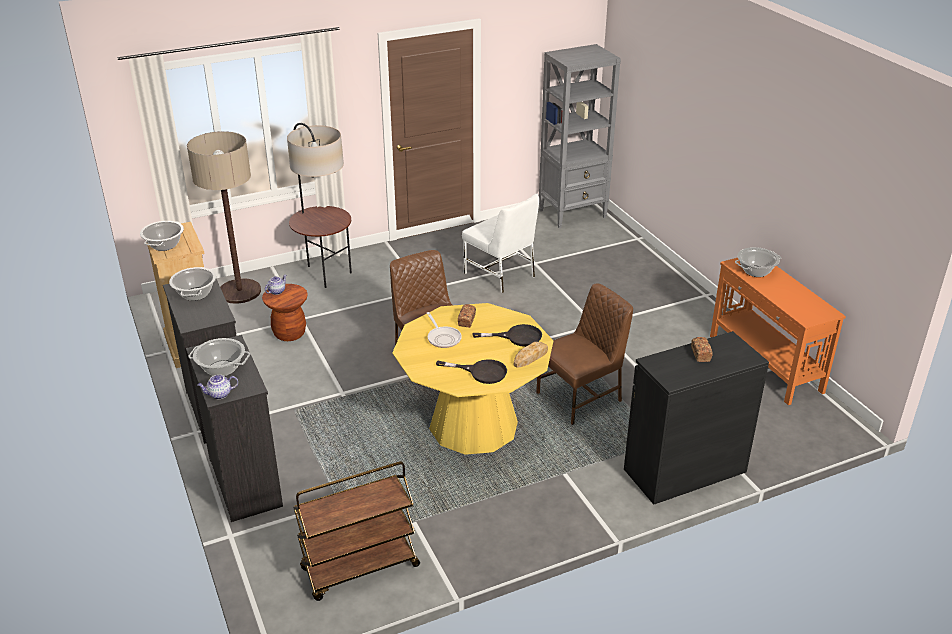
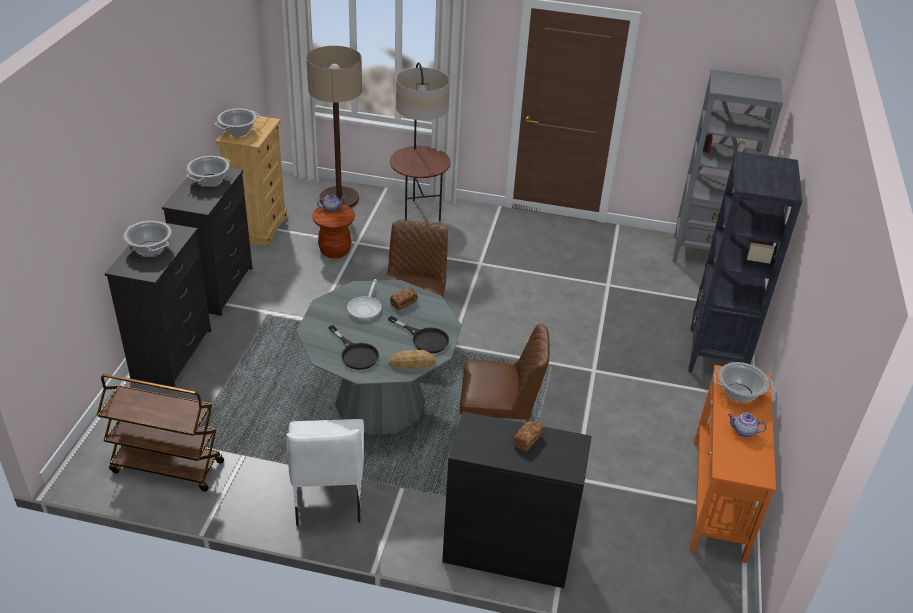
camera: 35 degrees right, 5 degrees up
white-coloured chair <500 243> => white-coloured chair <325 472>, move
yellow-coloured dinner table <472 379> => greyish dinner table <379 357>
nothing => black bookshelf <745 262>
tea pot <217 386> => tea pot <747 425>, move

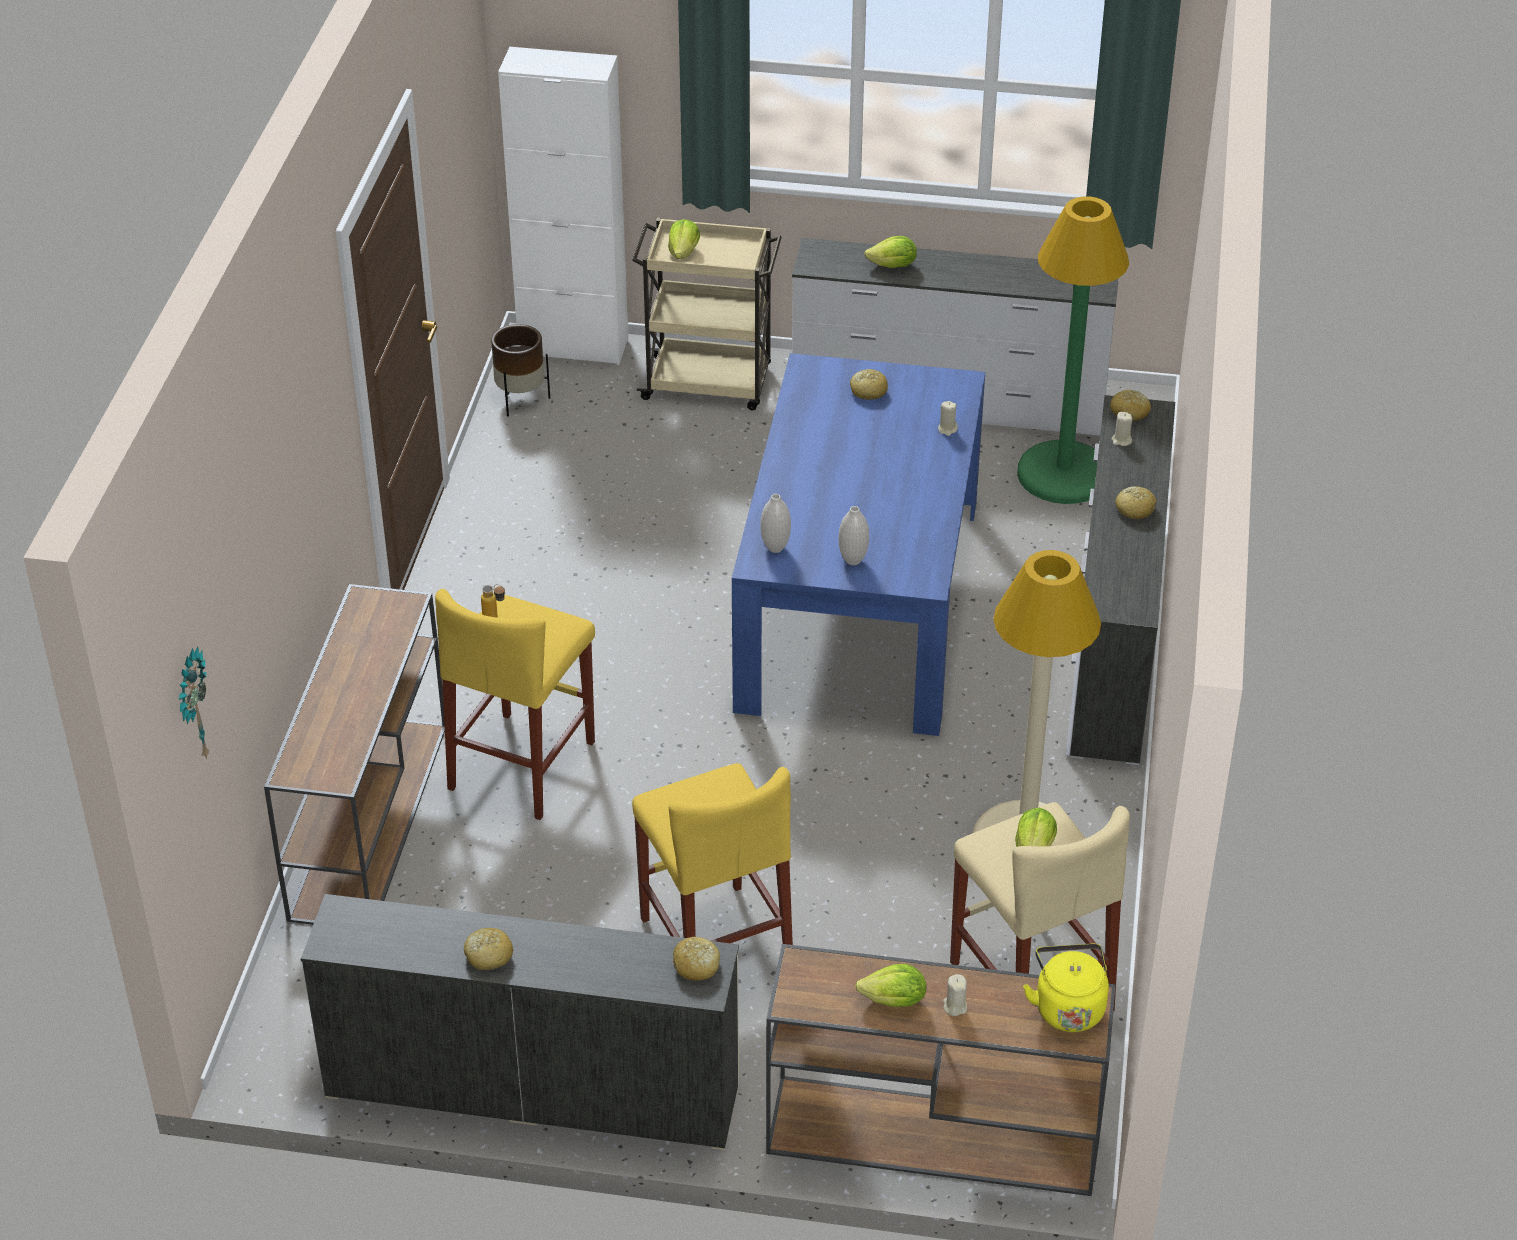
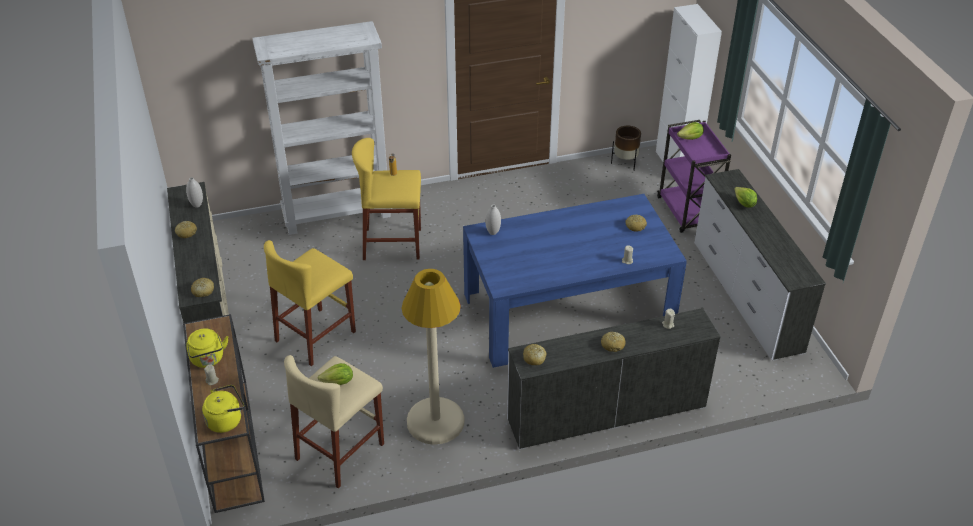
camera: 65 degrees right, 0 degrees up
white-coloured flower vase <854 535> => white-coloured flower vase <194 192>, move
lettuce <890 985> => yellow-coloured kettle <207 348>
brown narrow table <354 754> => white-coloured bookshelf <322 128>
bakery bread <1130 405> => bakery bread <534 354>, move
beige-coloured wheeled cart <707 314> => purple-coloured wheeled cart <694 176>
hanging clock <194 703> => nothing
greenish floor lamp <1073 350> => nothing

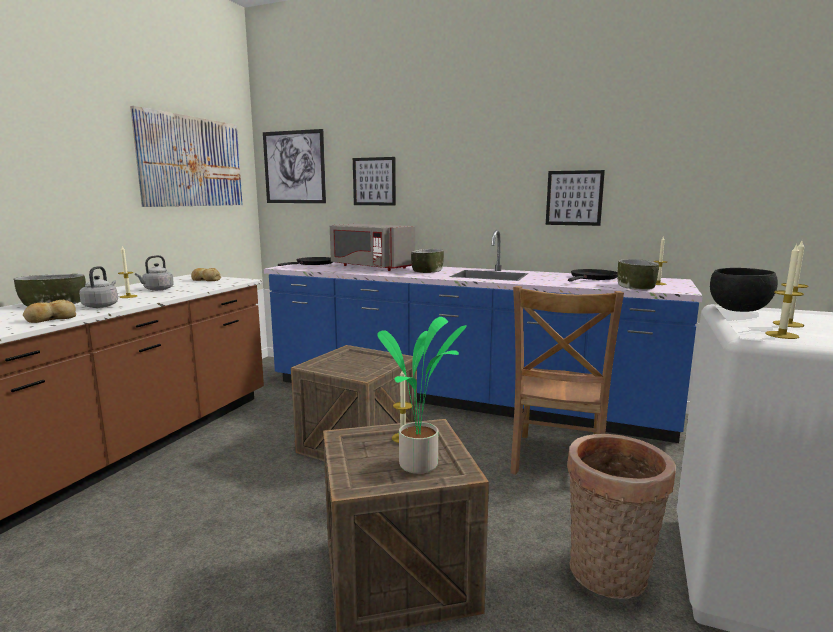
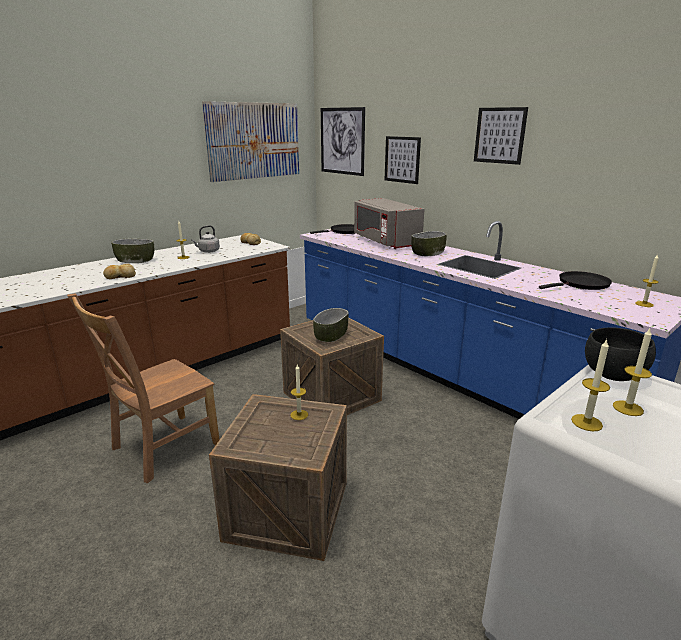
camera: 25 degrees right, 10 degrees up
brown chair <567 380> => brown chair <143 388>, move
bowl <638 274> => bowl <331 325>, move
picture <575 198> => picture <501 136>, move
greyish kettle <98 287> => nothing
houseplant <422 395> => nothing
basket <621 516> => nothing

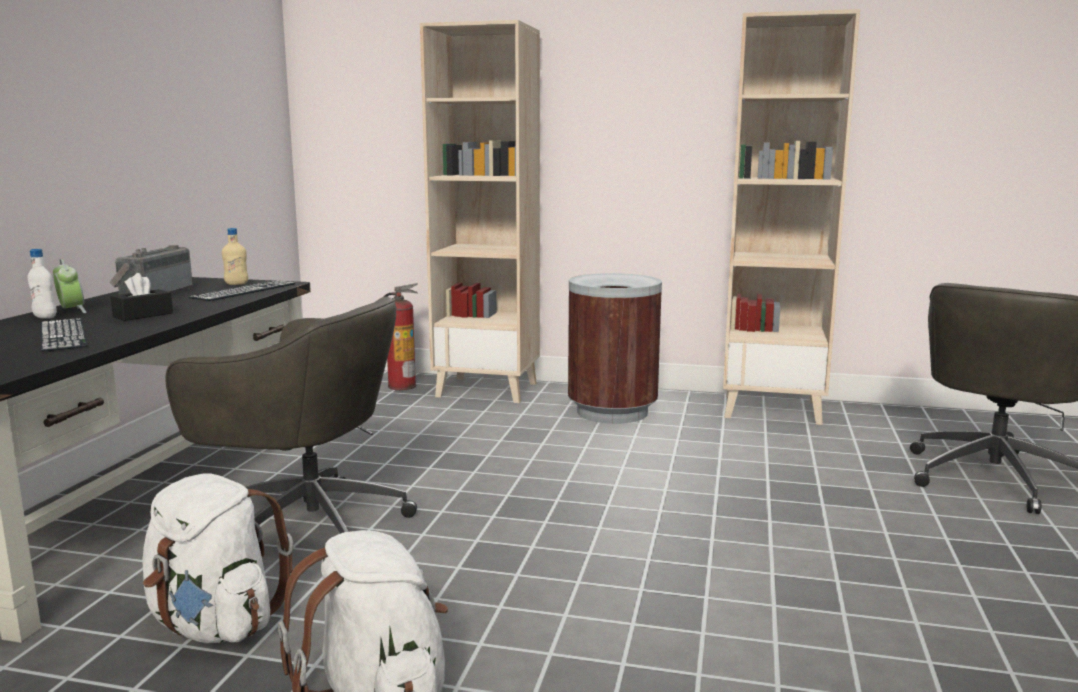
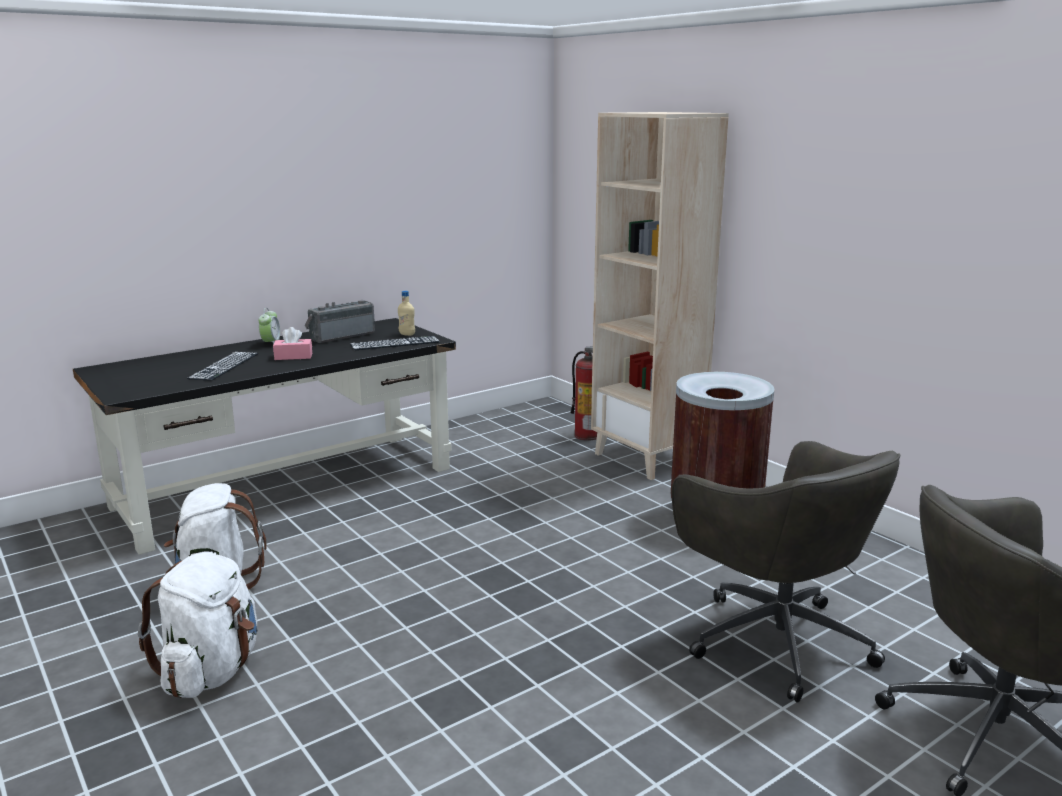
camera: 40 degrees right, 5 degrees up
black tissue box <141 297> => pink tissue box <292 343>
greyish office chair <291 415> => greyish office chair <786 572>, move
white-coloured bottle <42 284> => nothing
beige-coloured bookshelf <791 217> => nothing

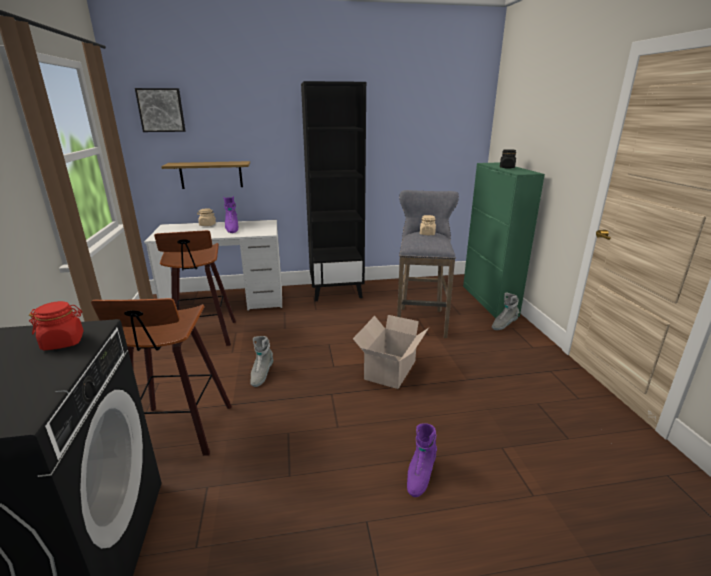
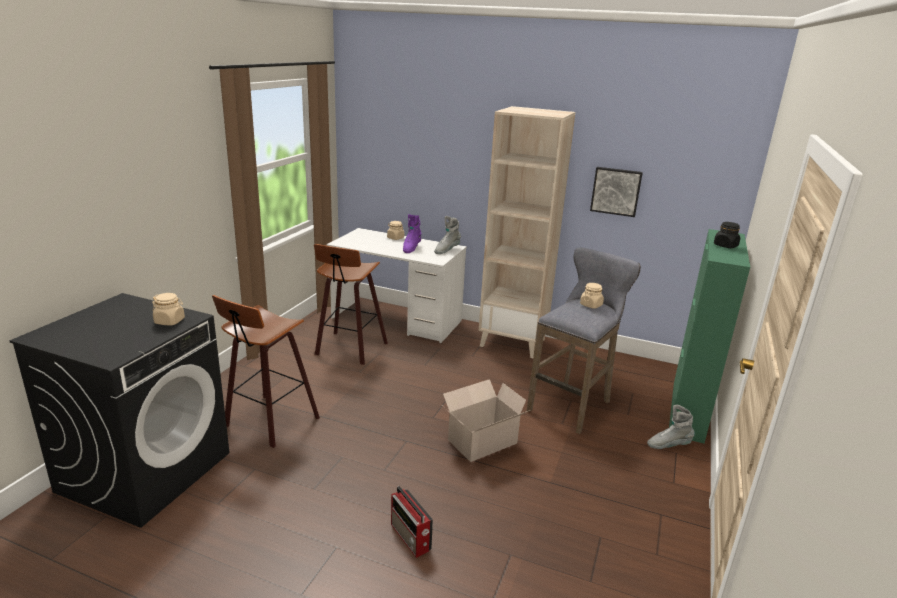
camera: 30 degrees right, 0 degrees up
red jar <56 325> => beige-coloured jar <168 309>
purple-coloured tall boot <422 460> => radio <412 522>
greyish tall boot <261 361> => greyish tall boot <447 235>, move
black bookshelf <333 191> => beige-coloured bookshelf <527 232>
picture <160 110> => picture <616 192>, move
shelf <205 175> => nothing

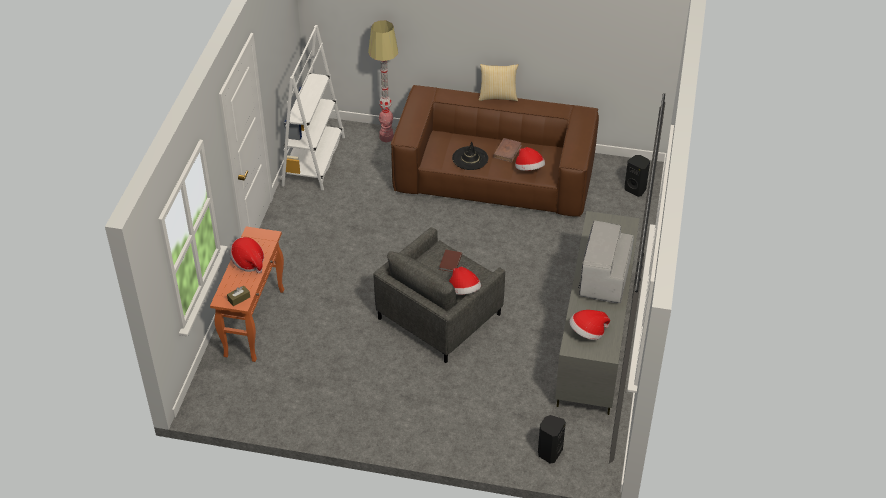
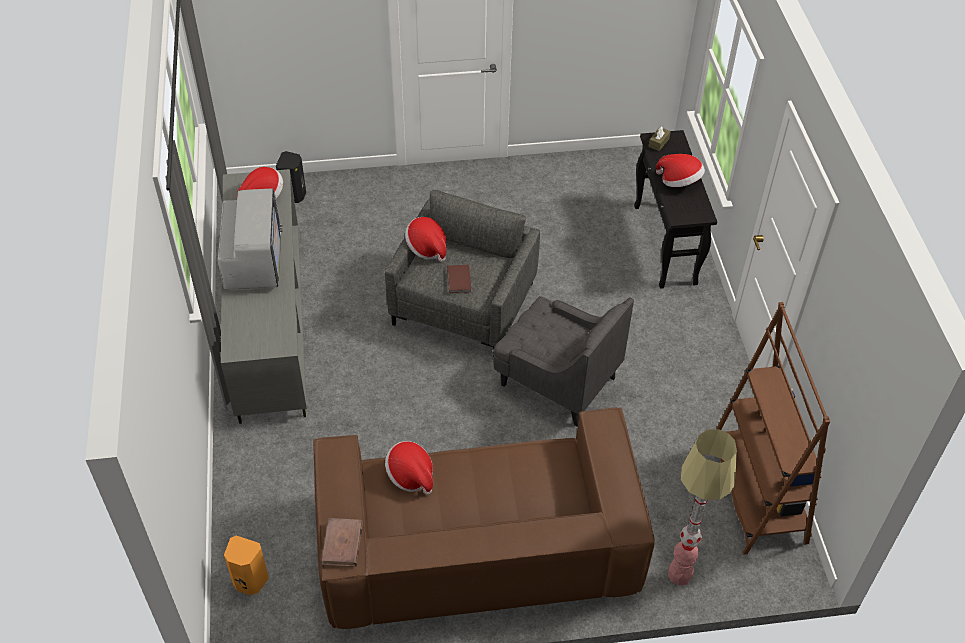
camera: 160 degrees right, 5 degrees up
black audio speaker <637 176> => orange audio speaker <246 565>
brown volume <507 150> => brown volume <342 542>, move
nothing => greyish armchair <563 361>
orange narrow table <247 294> => black narrow table <675 209>
white-coloured bookshelf <313 107> => brown bookshelf <773 428>
black clothing hat <470 156> => nothing
throw pillow <499 82> => nothing

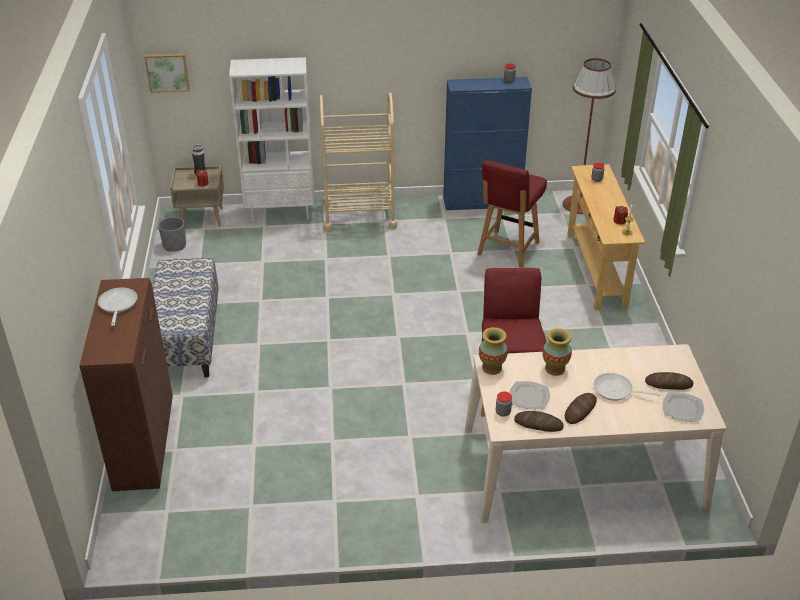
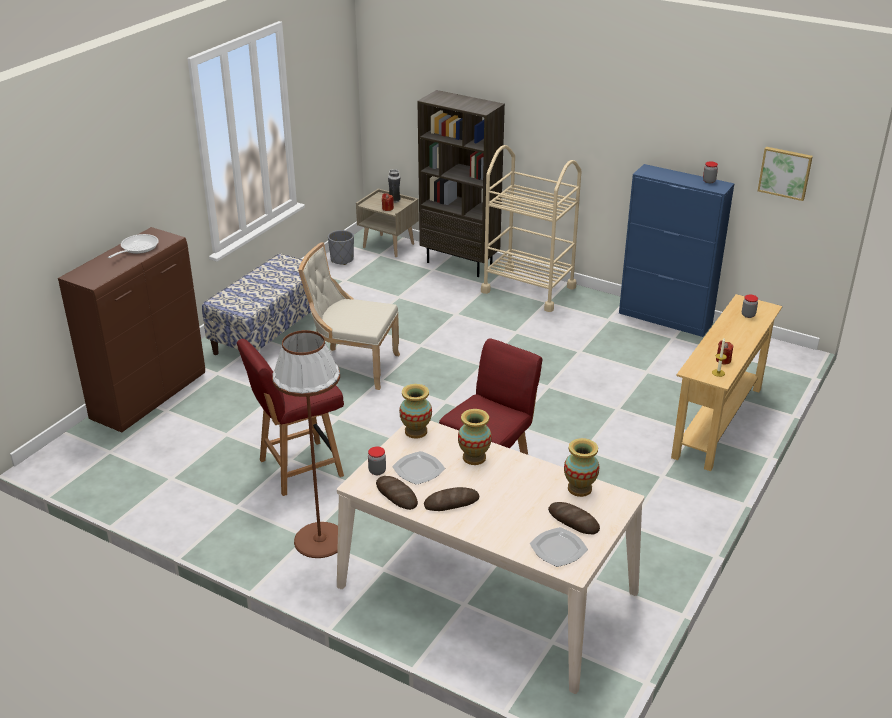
camera: 35 degrees right, 5 degrees down
red chair <512 214> => red chair <290 417>, move
brown floor lamp <589 136> => brown floor lamp <306 444>, move
nothing => beige-coloured chair <349 316>
white-coloured bookshelf <271 139> => brown bookshelf <461 183>
nothing => flower vase <581 467>
picture <167 73> => picture <785 174>, move
skillet <626 387> => nothing

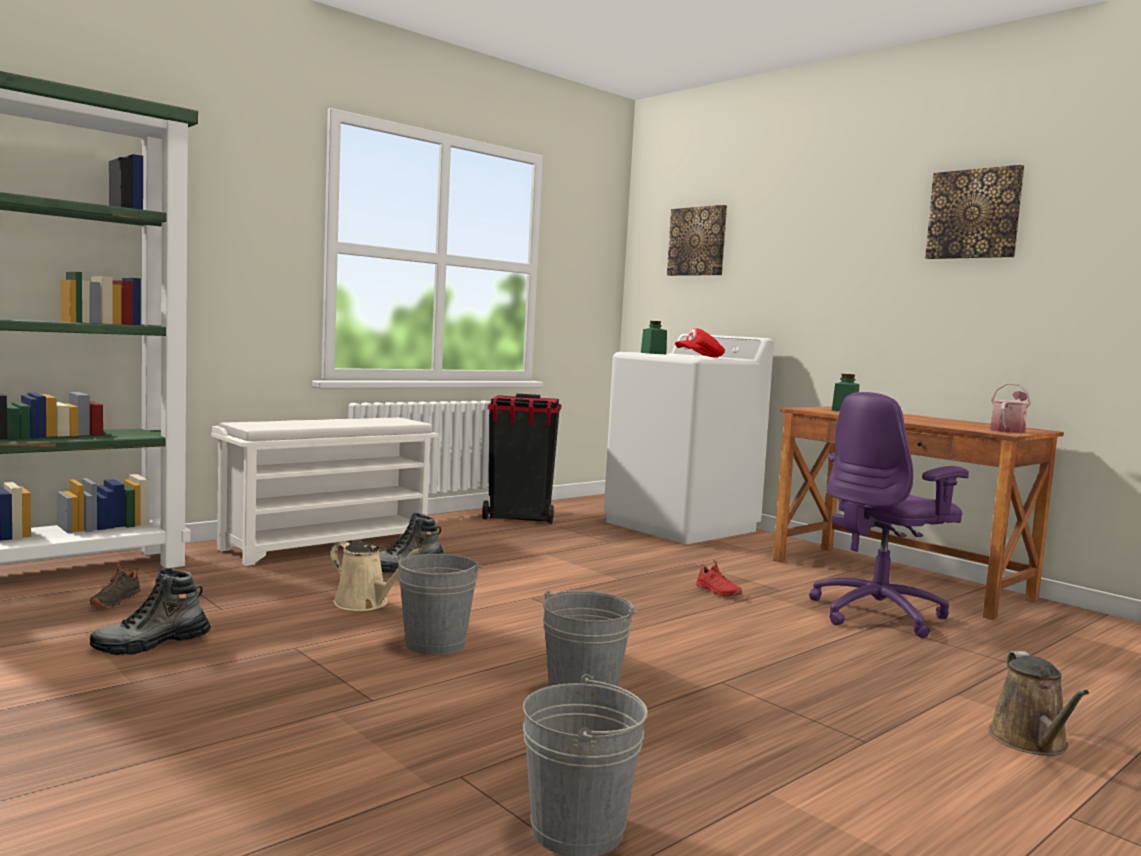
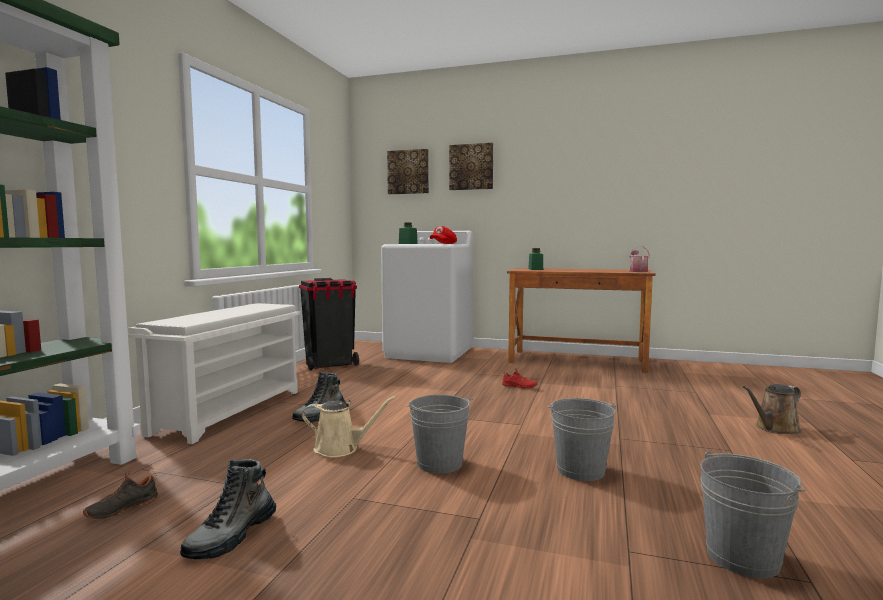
camera: 30 degrees left, 0 degrees up
black shoe <115 585> => black shoe <120 495>, 60 degrees clockwise
picture <974 212> => picture <471 166>, move
brown watering pot <1039 703> => brown watering pot <772 409>, 90 degrees clockwise
purple-coloured office chair <889 515> => nothing

